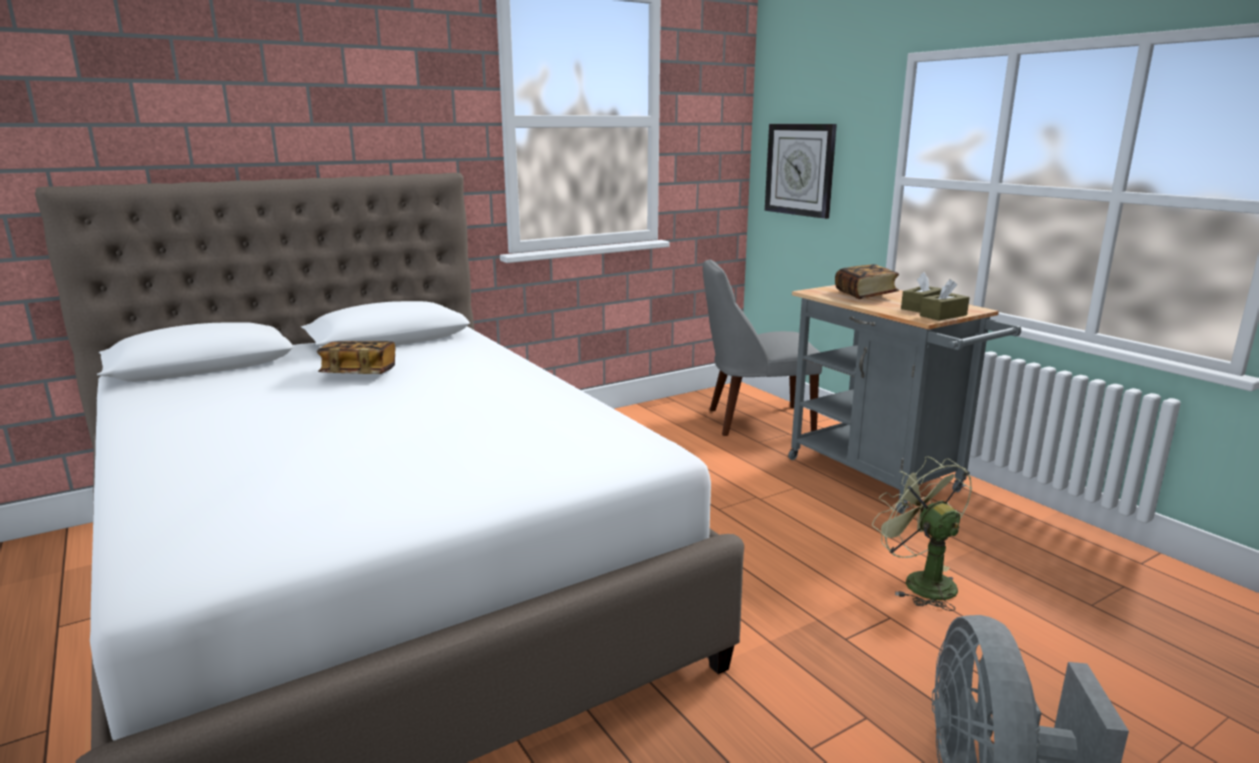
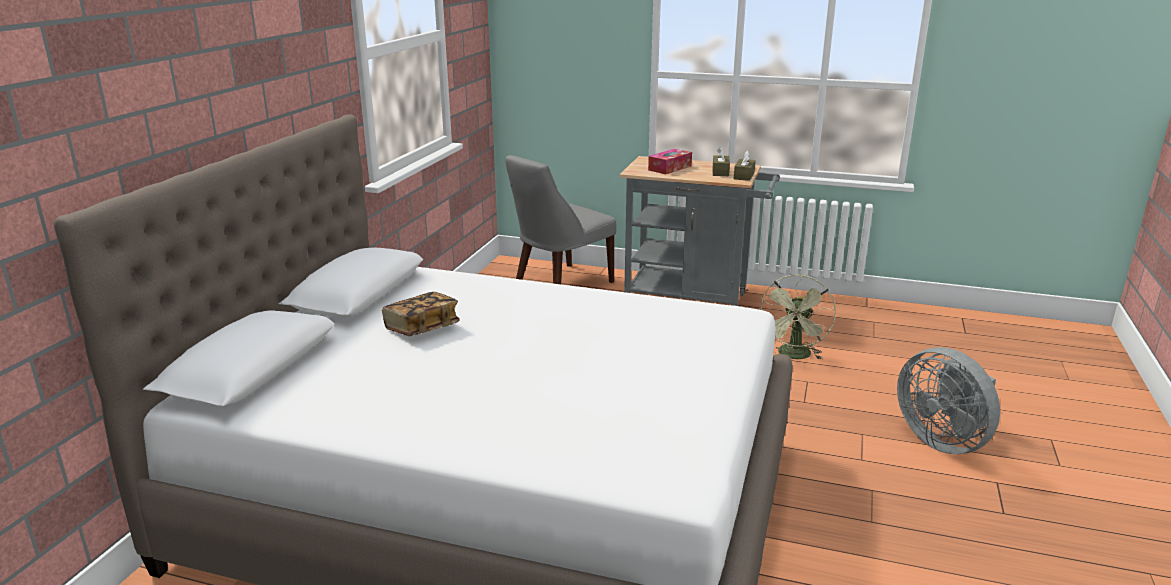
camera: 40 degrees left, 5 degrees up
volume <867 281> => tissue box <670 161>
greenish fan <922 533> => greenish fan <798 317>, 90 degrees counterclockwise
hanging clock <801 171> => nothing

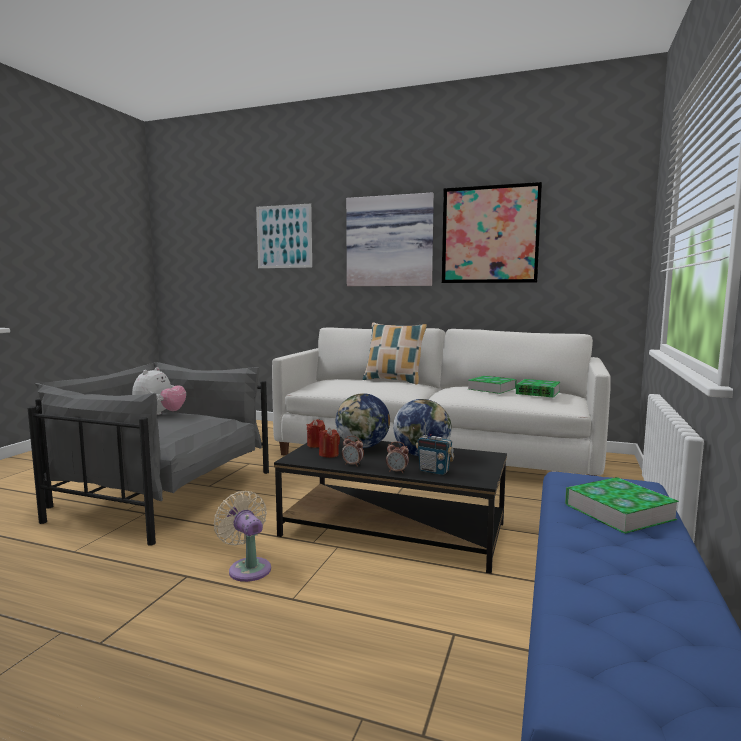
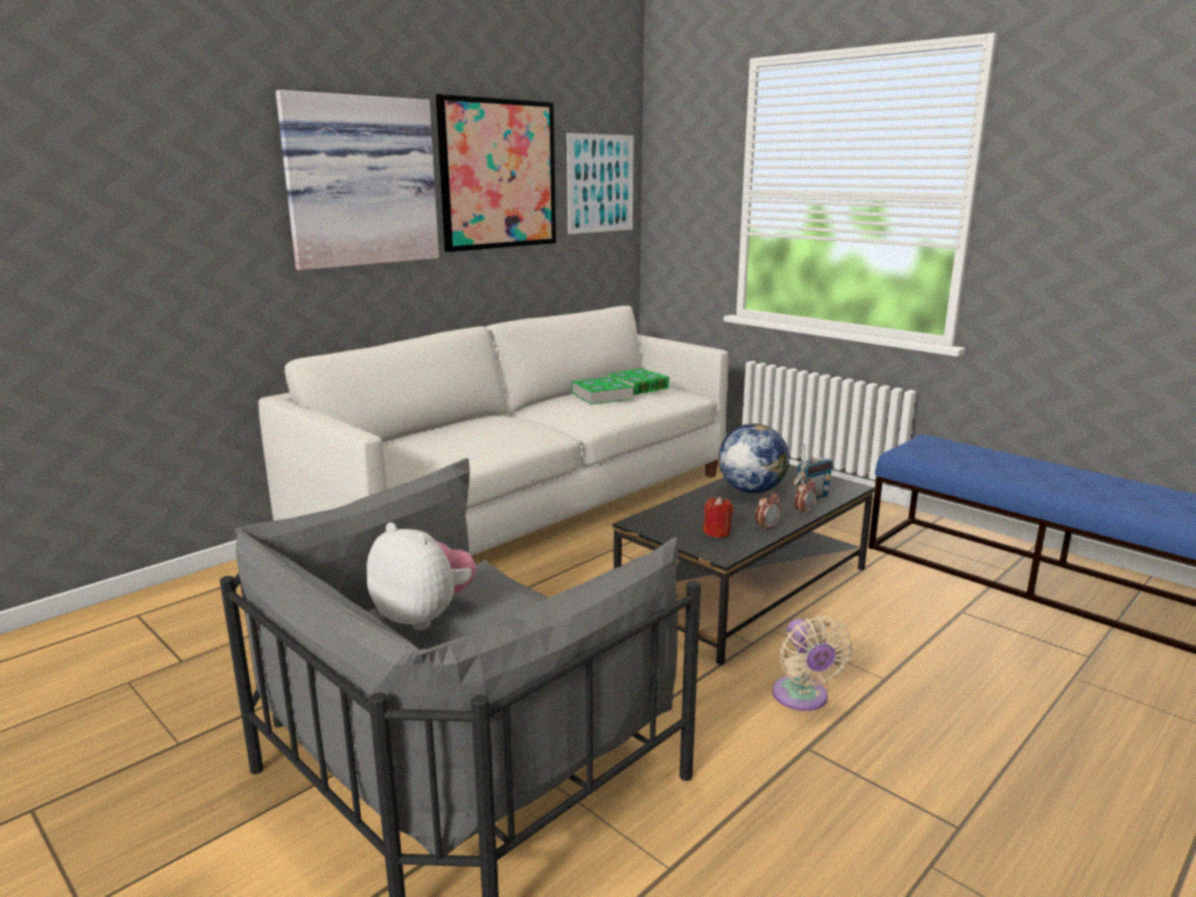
camera: 65 degrees left, 10 degrees up
picture <284 235> => picture <600 183>, move
beige-coloured fan <242 536> => beige-coloured fan <812 663>, 90 degrees counterclockwise
red candle <315 433> => nothing
globe <363 420> => nothing
throw pillow <395 354> => nothing
volume <622 505> => nothing

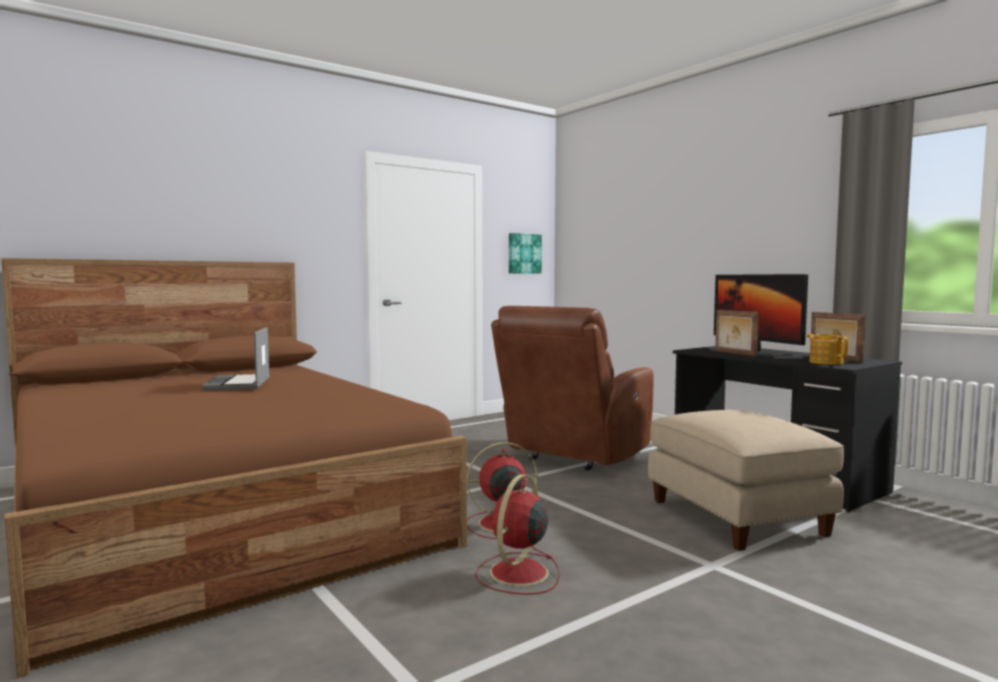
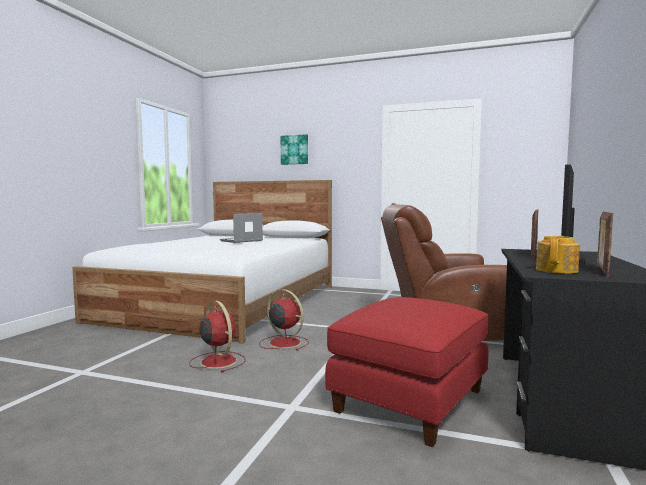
camera: 55 degrees right, 0 degrees up
brown sleeping bed <234 468> => white-coloured sleeping bed <202 262>
red fan <517 534> => red fan <217 337>, 60 degrees clockwise
picture <525 253> => picture <294 149>, move
beige-coloured pouffe <746 480> => red pouffe <406 372>

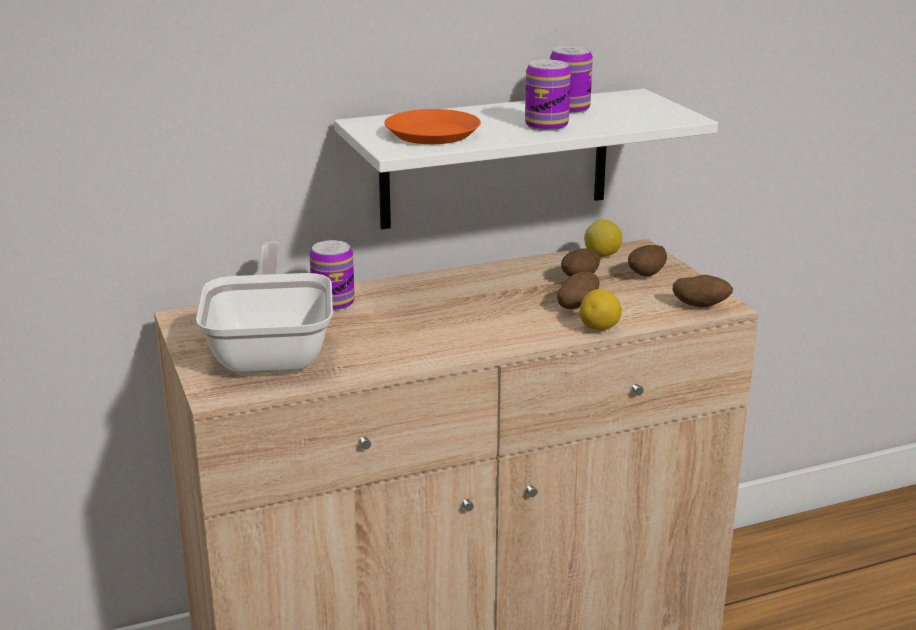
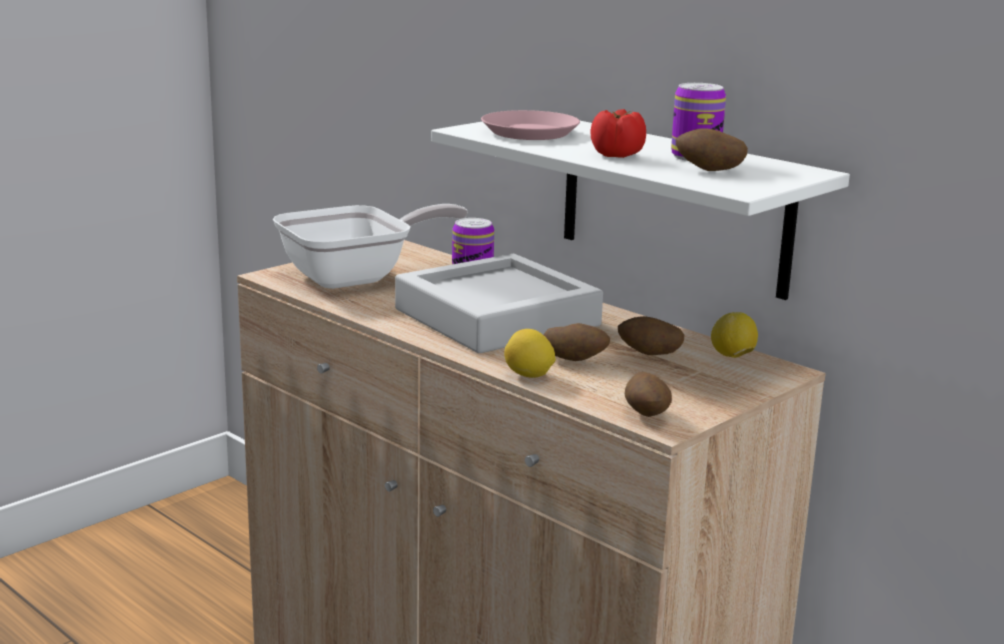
camera: 65 degrees right, 5 degrees down
nothing => greyish carrying tray <499 303>
orange plate <432 126> => pink plate <530 125>
sealed can <548 95> => fresh tomato <618 133>
whole potato <647 261> => whole potato <712 149>, move

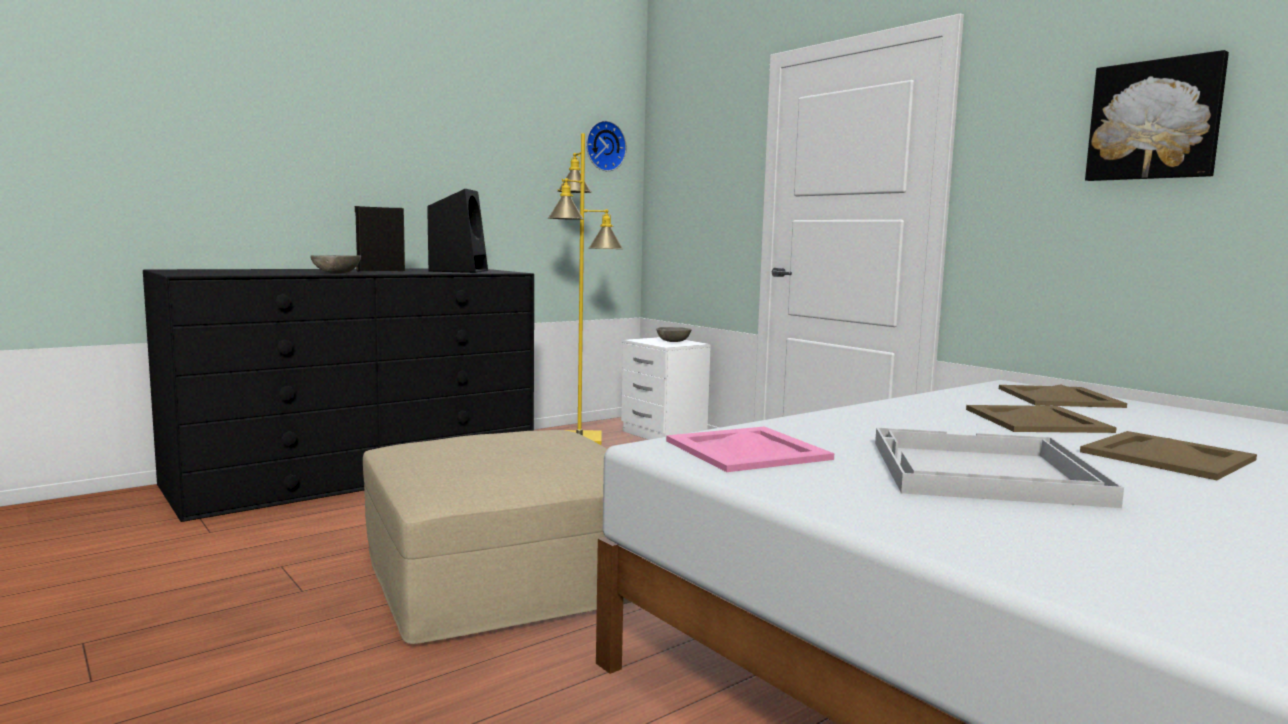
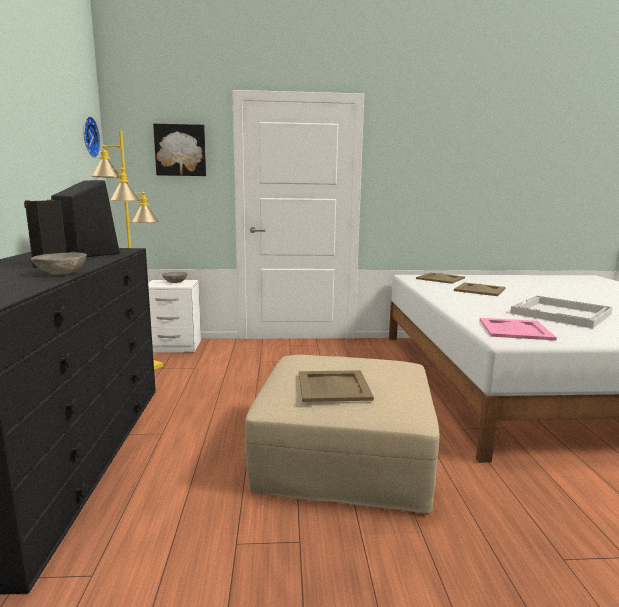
camera: 55 degrees left, 5 degrees up
picture <1157 115> => picture <179 150>, move
beige-coloured carrying tray <1168 455> => beige-coloured carrying tray <336 386>, move

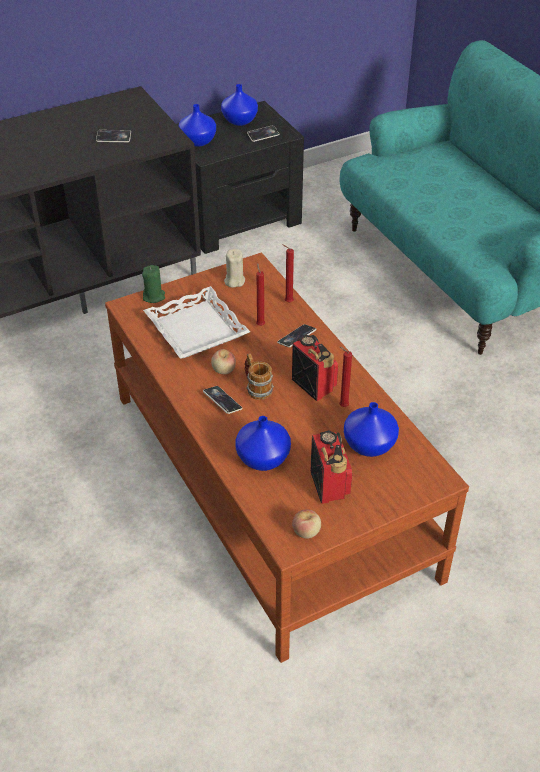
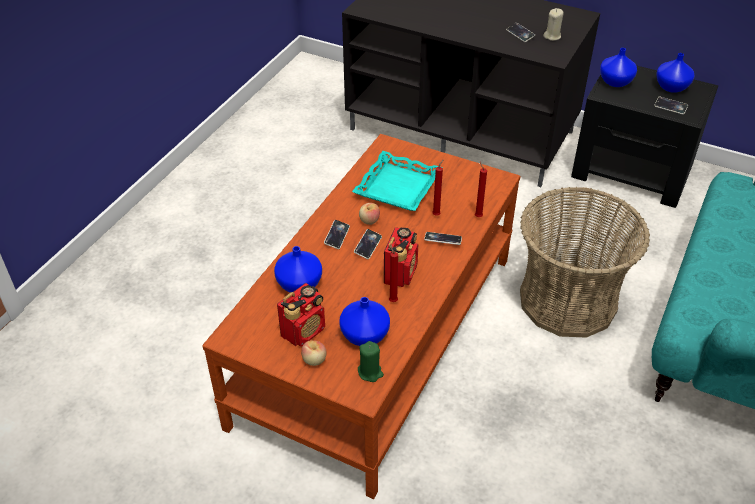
camera: 55 degrees right, 0 degrees up
apple fruit <306 524> => apple fruit <314 353>, move
white-coloured carrying tray <196 322> => turquoise carrying tray <397 181>
mug <259 376> => handset <368 244>
greenish candle <153 284> => greenish candle <371 361>, move
nothing => basket <585 262>
beige-coloured candle <234 268> => beige-coloured candle <553 24>, move

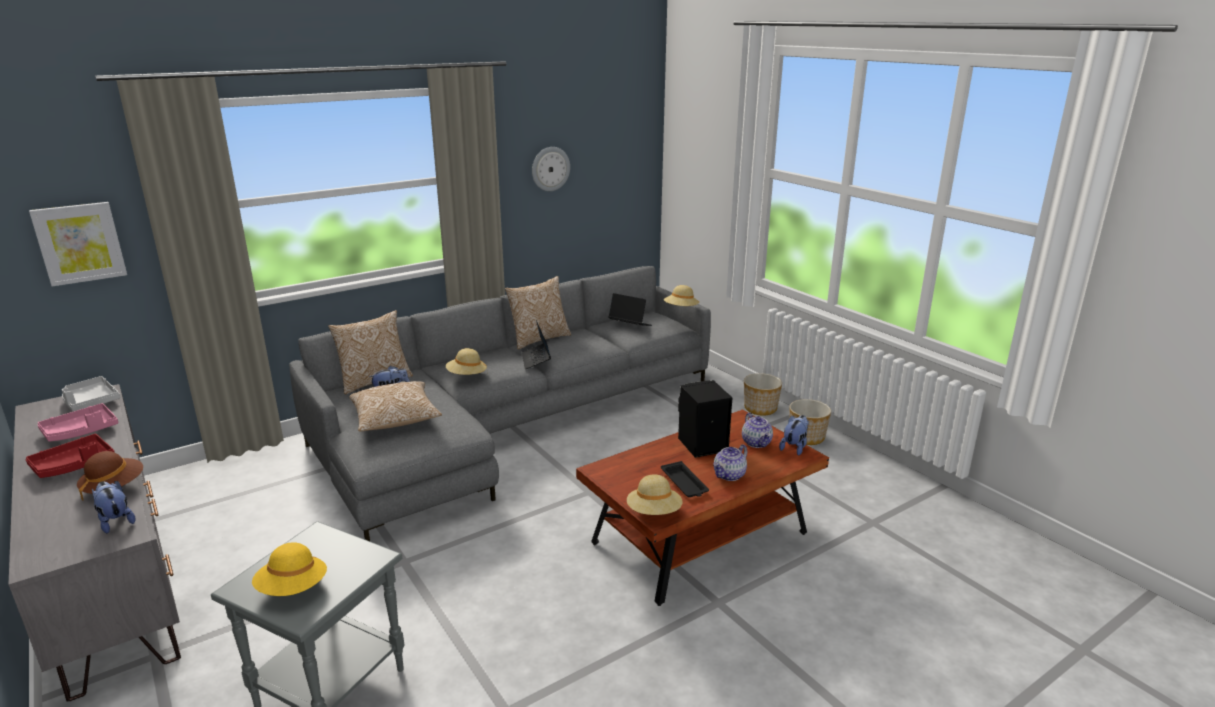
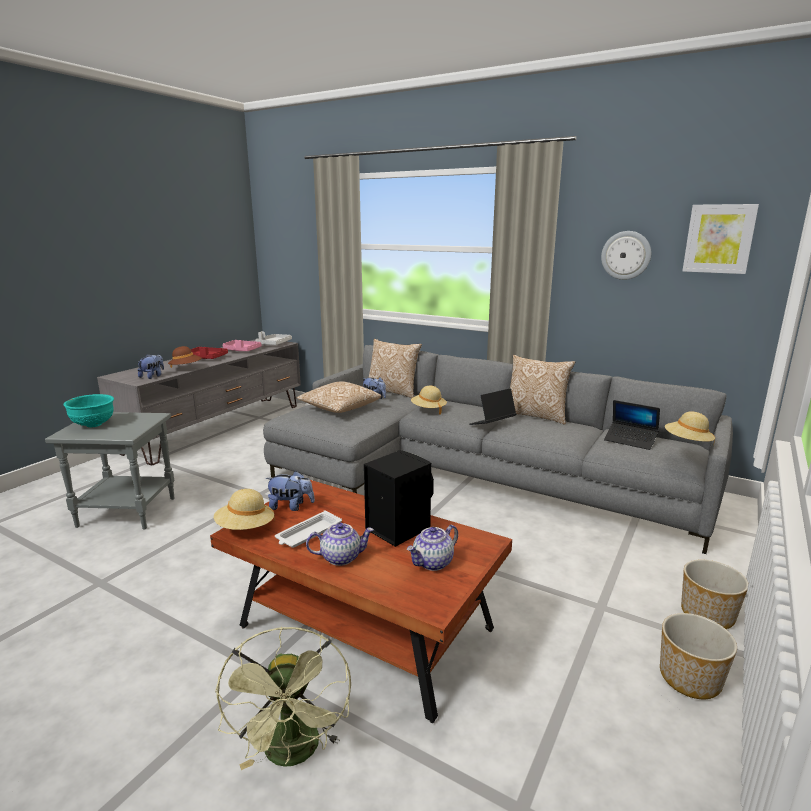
camera: 65 degrees right, 5 degrees down
yellow-coloured clothing hat <289 569> => turquoise bowl <88 410>
nothing => greenish fan <283 698>
cuddly toy <794 435> => cuddly toy <290 491>, move
black carrying tray <685 479> => white-coloured carrying tray <308 529>
tea pot <730 462> => tea pot <340 544>, 150 degrees clockwise
laptop <630 309> => laptop <632 425>, 120 degrees clockwise
picture <78 244> => picture <720 239>, move

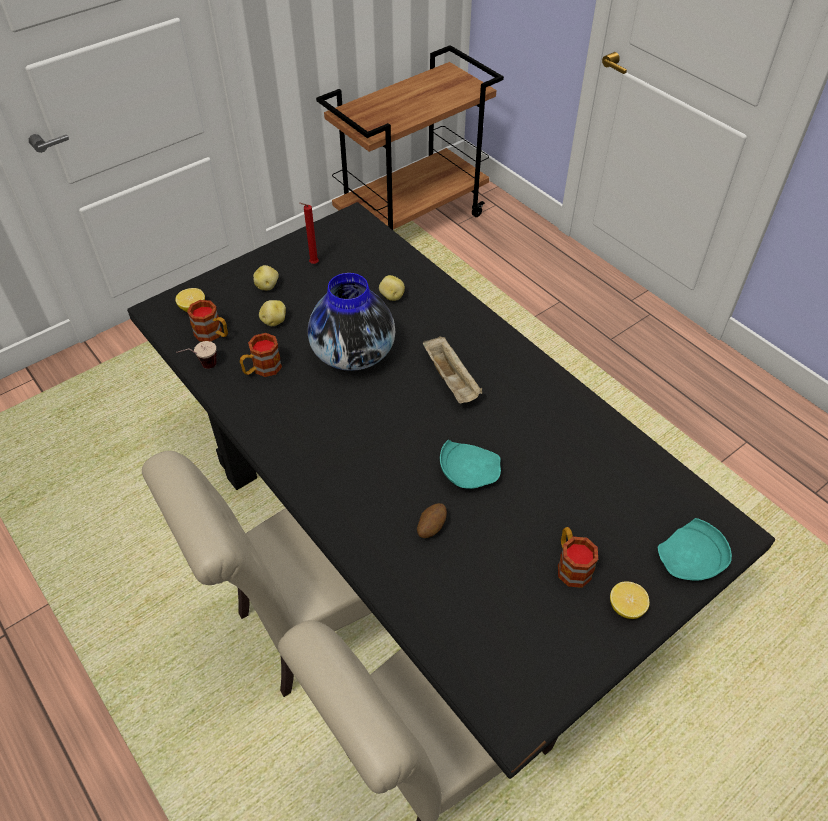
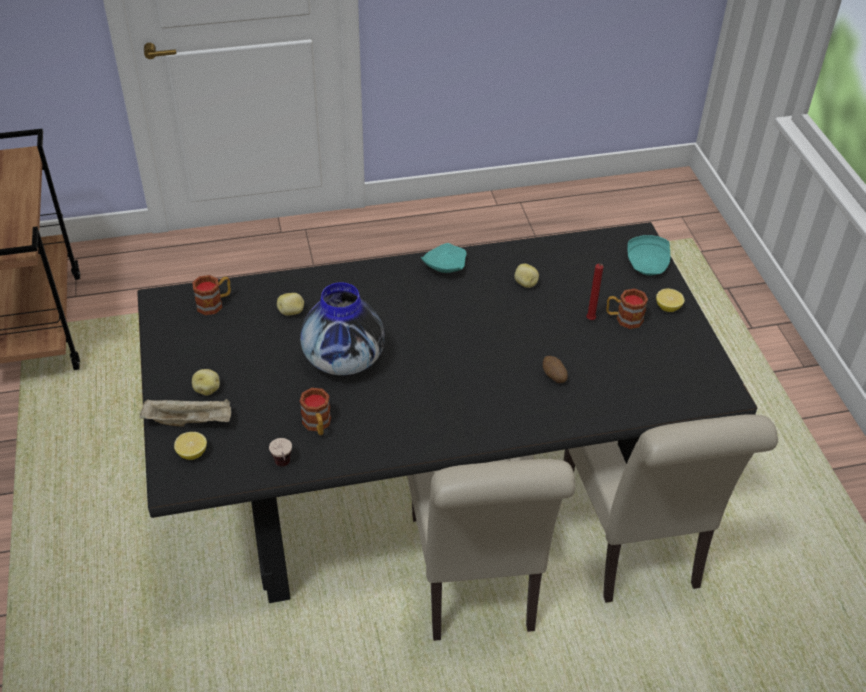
camera: 65 degrees left, 5 degrees down
beige-coloured carrying tray <452 370> => beige-coloured carrying tray <185 413>, move
mug <207 321> => mug <211 295>, move
turquoise plate <470 464> => turquoise plate <444 258>, move
whole potato <272 313> => whole potato <526 276>, move
red candle <309 233> => red candle <595 292>, move

